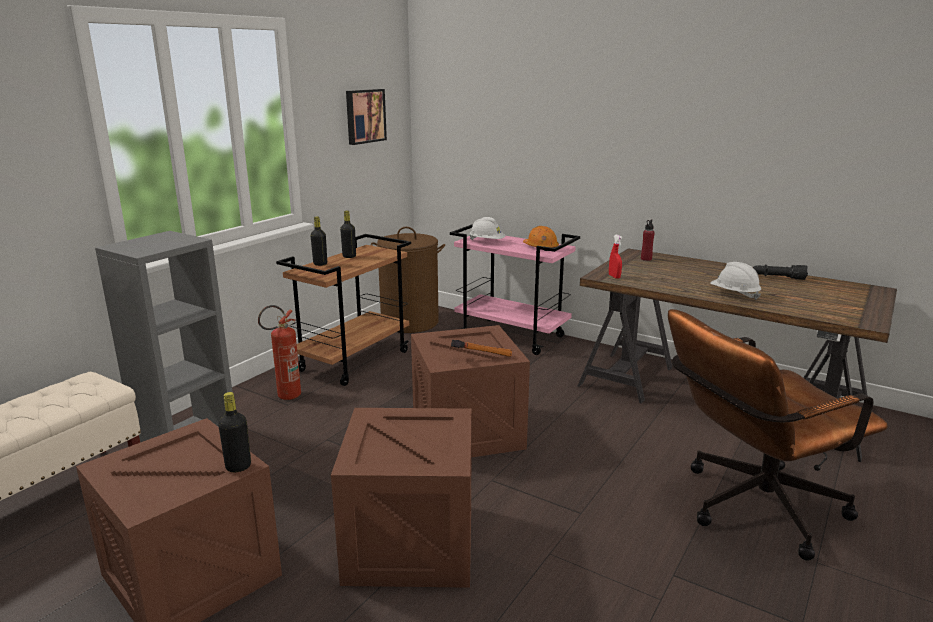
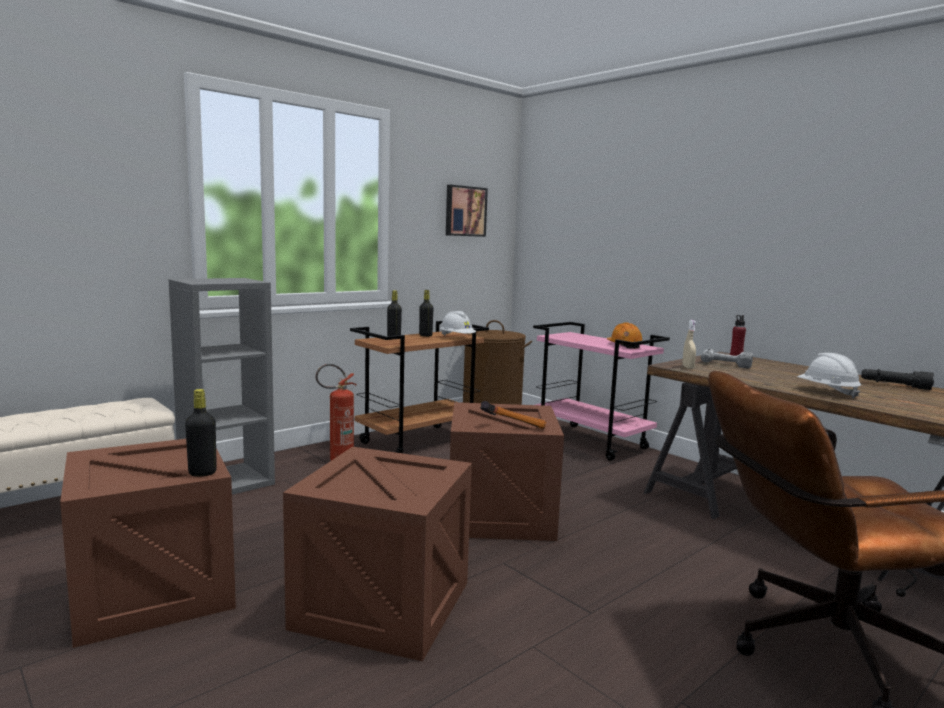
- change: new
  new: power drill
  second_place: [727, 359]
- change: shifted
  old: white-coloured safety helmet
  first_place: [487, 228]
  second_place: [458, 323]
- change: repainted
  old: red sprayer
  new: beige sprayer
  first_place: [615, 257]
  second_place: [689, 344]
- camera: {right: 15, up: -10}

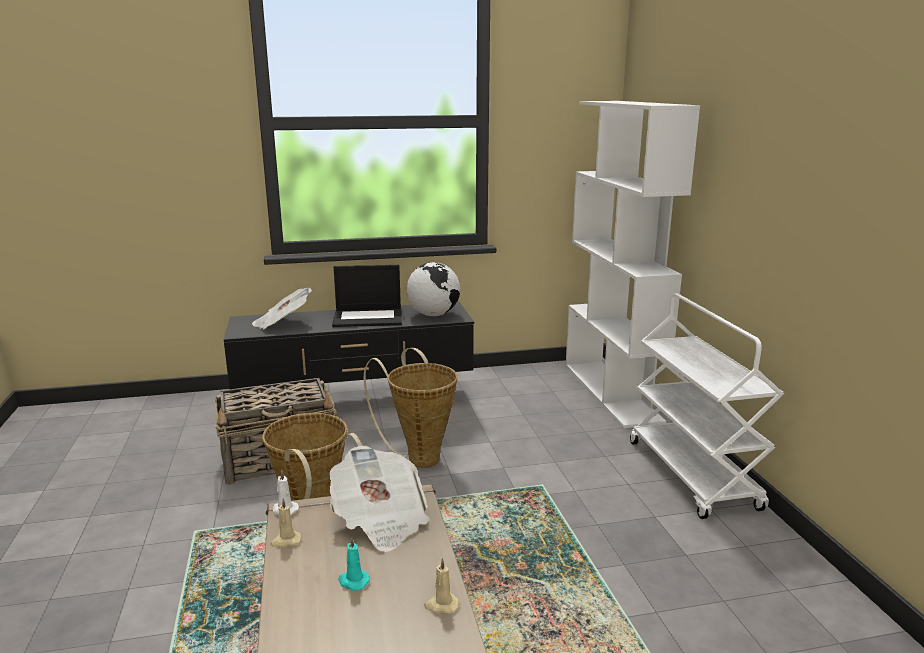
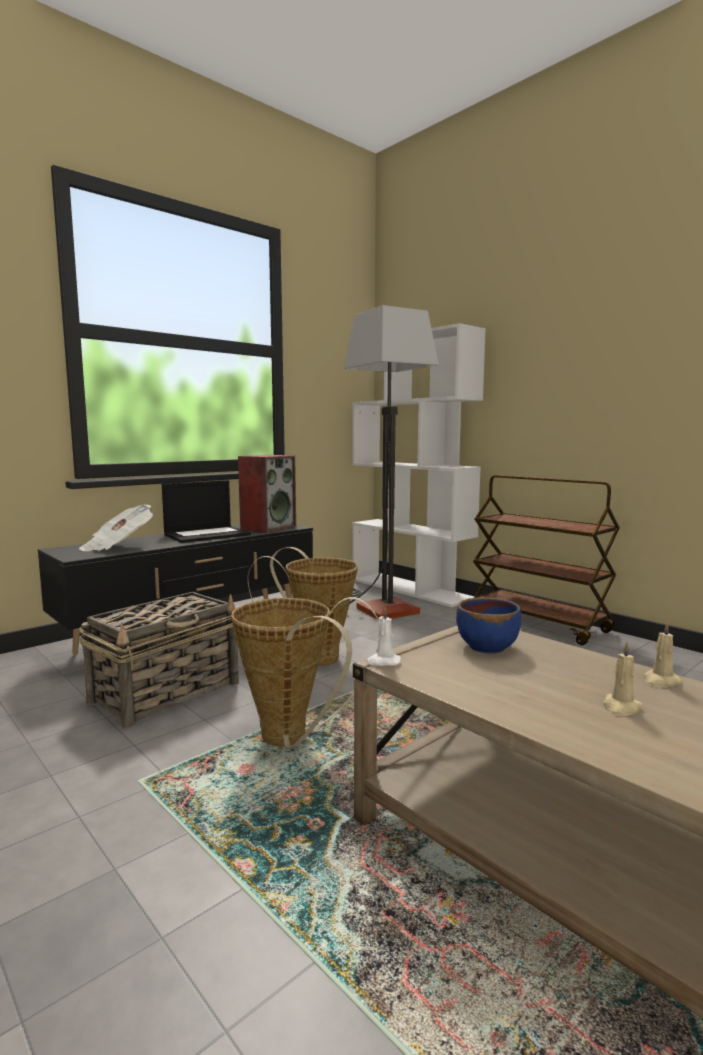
- change: gone
  old: turquoise-coloured wax light
  first_place: [354, 563]
- change: new
  new: standard lamp
  second_place: [391, 462]
- change: shifted
  old: beige wax light
  first_place: [285, 523]
  second_place: [623, 679]
- change: swapped
  old: printed paper
  new: bluish deep dish
  first_place: [379, 499]
  second_place: [488, 625]
- change: swapped
  old: desk globe
  new: loudspeaker
  first_place: [433, 289]
  second_place: [267, 494]
- change: repainted
  old: white-coloured cart
  new: brown-coloured cart
  first_place: [707, 406]
  second_place: [546, 560]
- camera: {right: -30, up: -10}

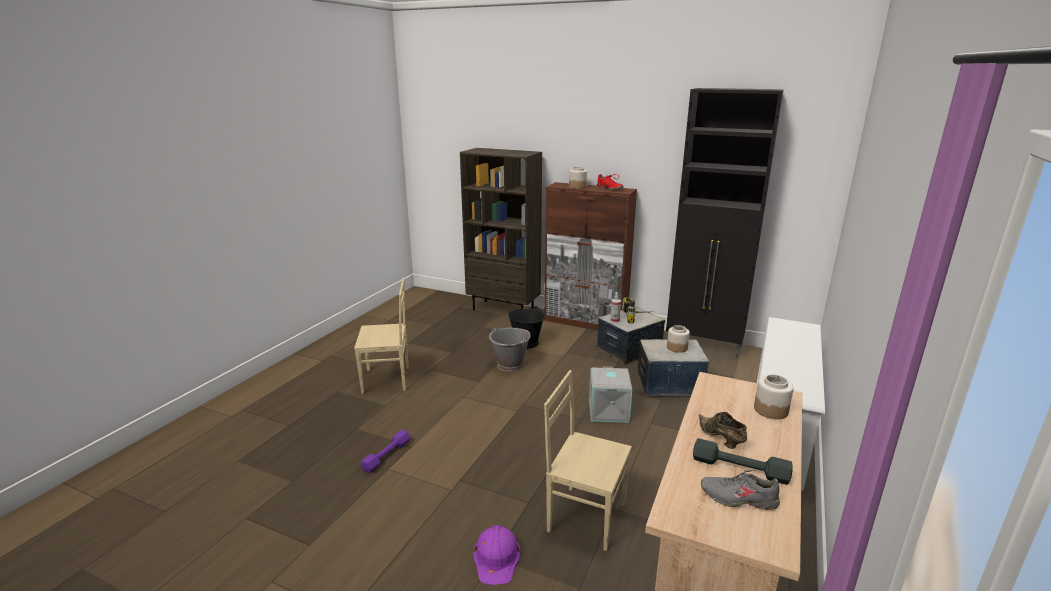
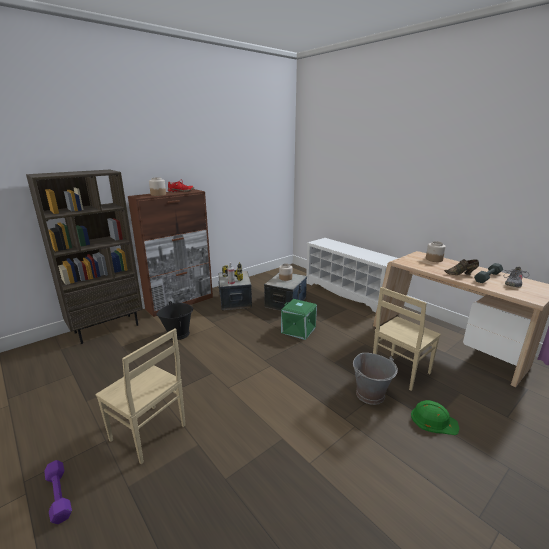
- change: gone
  old: black cabinet
  first_place: [725, 223]
- change: shifted
  old: purple free weight
  first_place: [385, 451]
  second_place: [58, 492]
- change: shifted
  old: greyish pail
  first_place: [510, 349]
  second_place: [375, 379]
- change: repainted
  old: purple safety helmet
  new: green safety helmet
  first_place: [497, 555]
  second_place: [435, 417]
- change: repainted
  old: greyish storage bin
  new: green storage bin
  first_place: [610, 394]
  second_place: [299, 319]
- change: rotated
  old: beige plain chair
  first_place: [381, 336]
  second_place: [140, 396]
  degrees: 105
- camera: {right: -65, up: 0}

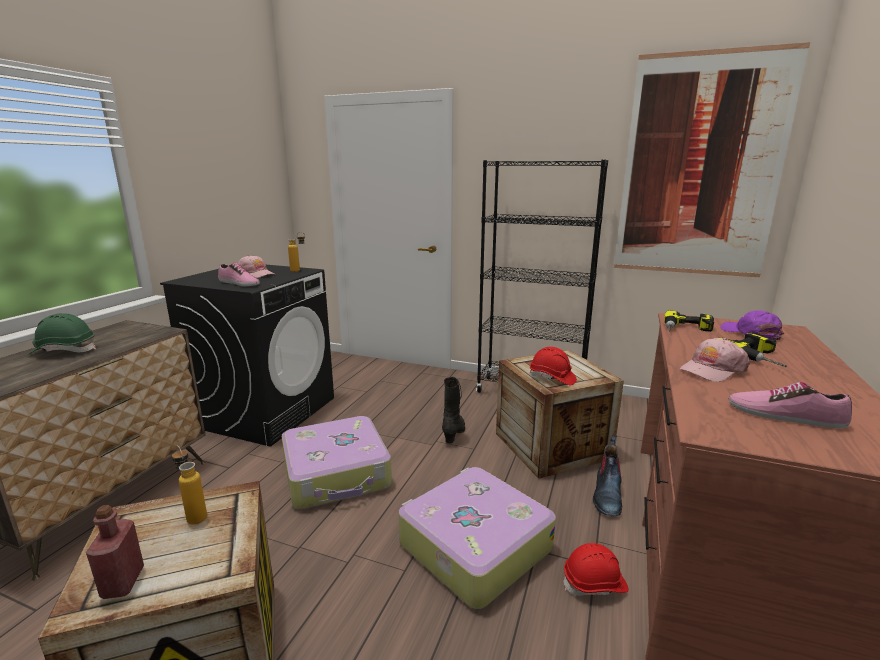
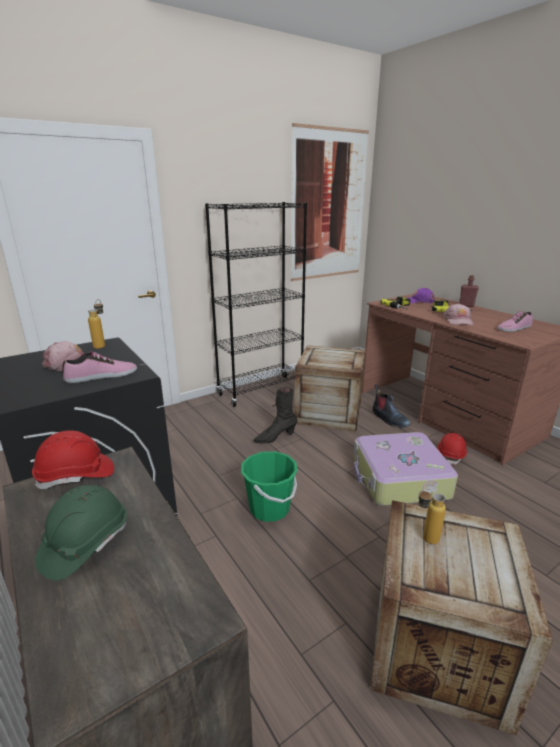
- change: shifted
  old: red beverage bottle
  first_place: [115, 552]
  second_place: [469, 291]
- change: shifted
  old: red safety helmet
  first_place: [553, 366]
  second_place: [73, 459]
- change: swapped
  old: piece of luggage
  new: green pail
  first_place: [337, 462]
  second_place: [269, 486]
- change: rotated
  old: black tall boot
  first_place: [453, 410]
  second_place: [275, 415]
  degrees: -75
- camera: {right: -55, up: 5}

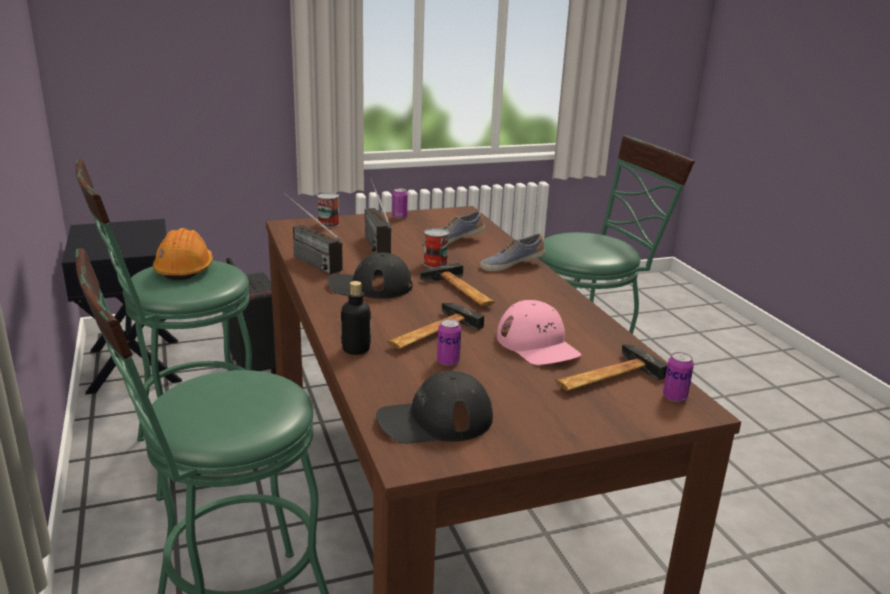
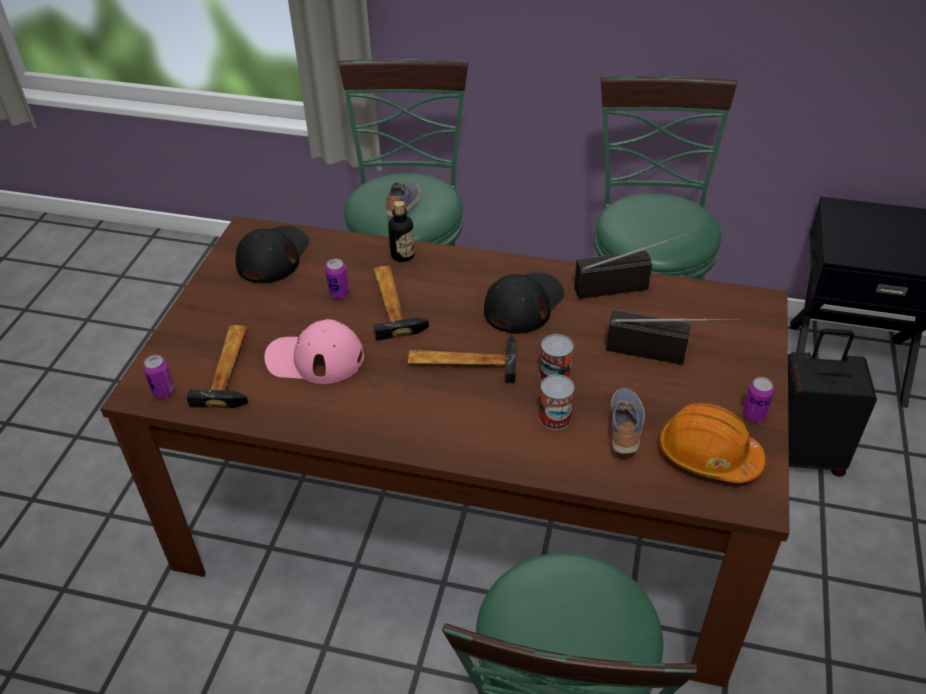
- change: shifted
  old: orange-coloured safety helmet
  first_place: [183, 254]
  second_place: [712, 443]
- change: shifted
  old: metal can
  first_place: [328, 210]
  second_place: [557, 402]
- change: shifted
  old: shoe
  first_place: [512, 252]
  second_place: [403, 198]
- camera: {right: 125, up: 20}

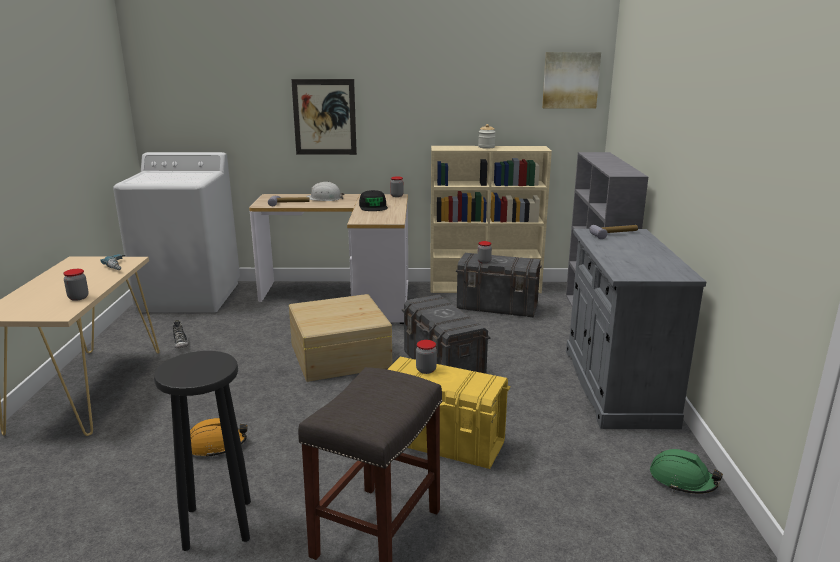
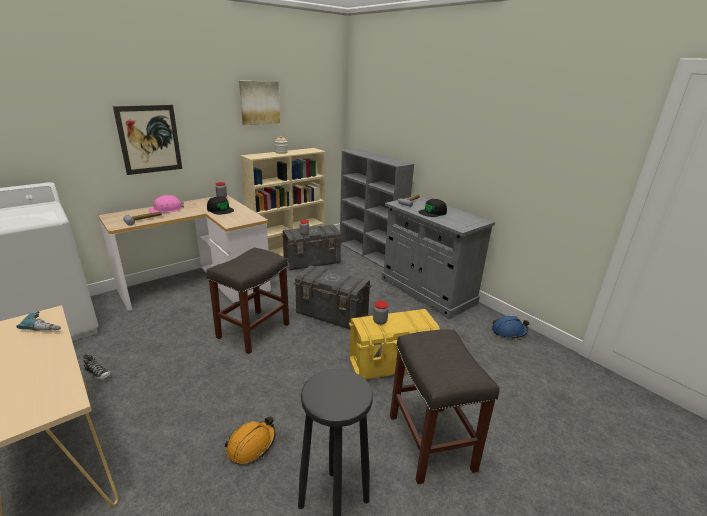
- change: gone
  old: storage jar
  first_place: [76, 285]
- change: new
  new: black baseball cap
  second_place: [432, 208]
- change: shifted
  old: wall picture
  first_place: [571, 80]
  second_place: [259, 103]
- change: swapped
  old: beige storage bin
  new: greyish sitting stool
  first_place: [340, 338]
  second_place: [247, 301]
- change: repainted
  old: white-coloured safety helmet
  new: pink-coloured safety helmet
  first_place: [325, 191]
  second_place: [166, 204]
- change: repainted
  old: green safety helmet
  new: bluish safety helmet
  first_place: [686, 471]
  second_place: [511, 327]
- camera: {right: -40, up: 5}

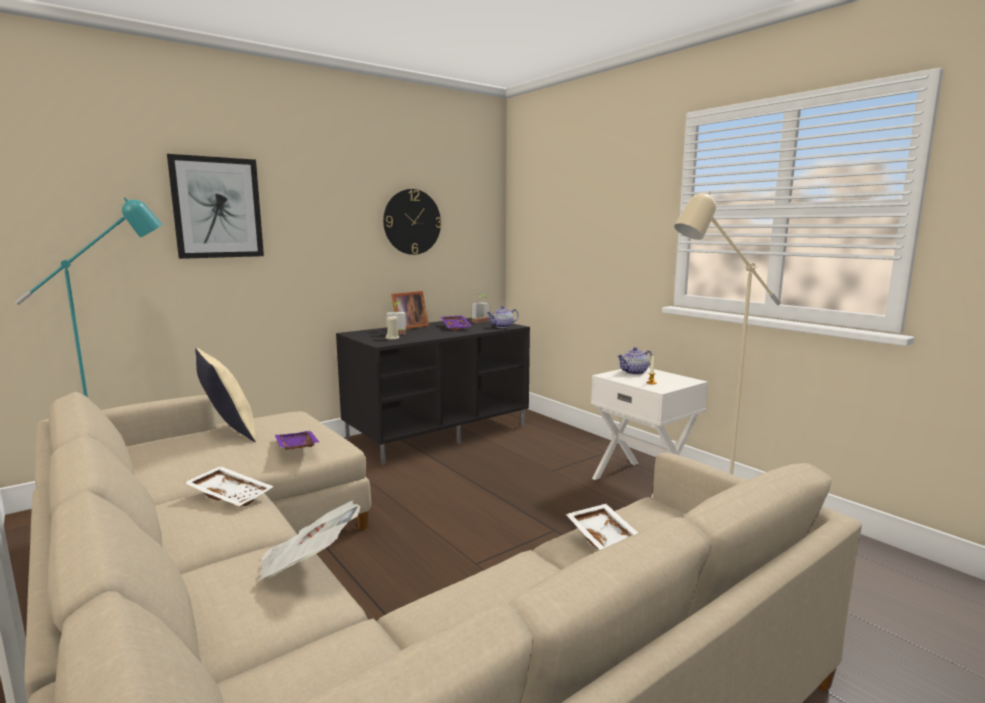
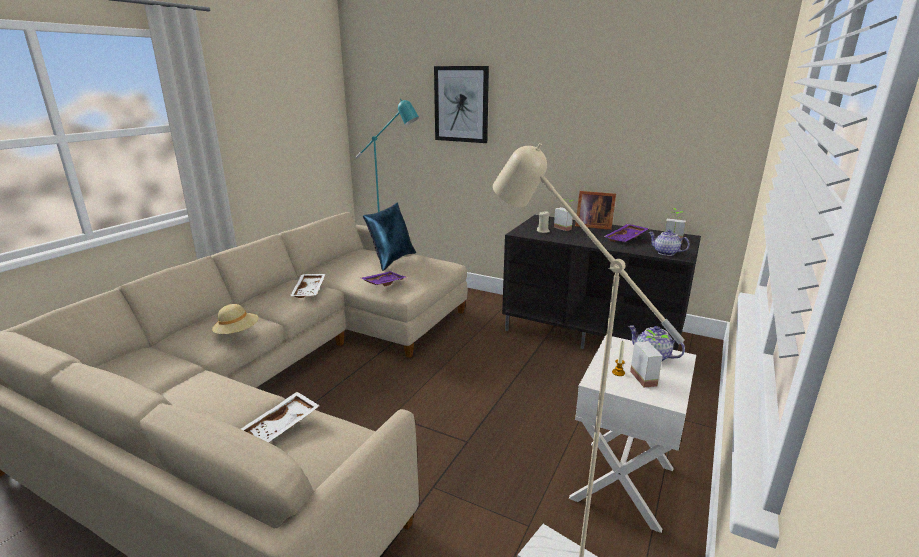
- change: gone
  old: wall clock
  first_place: [412, 222]
- change: new
  new: potted plant
  second_place: [649, 358]
- change: swapped
  old: printed paper
  new: beige wearable hat
  first_place: [308, 541]
  second_place: [235, 319]
- change: repainted
  old: beige cushion
  new: bluish cushion
  first_place: [225, 395]
  second_place: [389, 237]
- camera: {right: 65, up: 10}

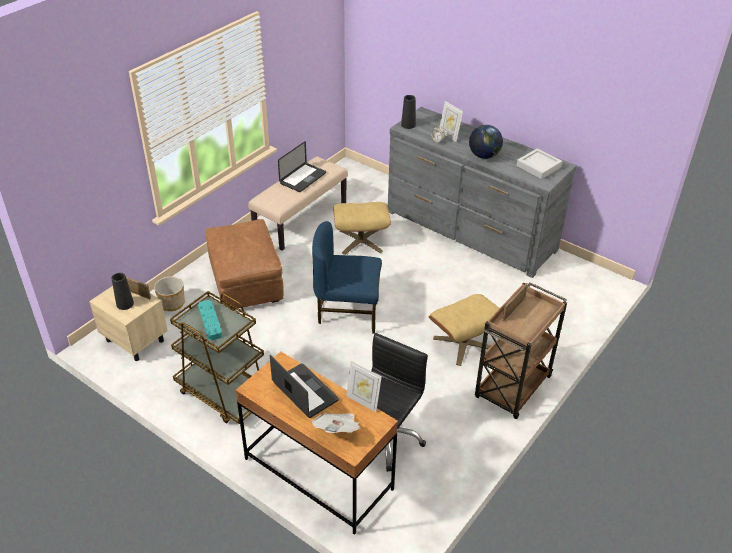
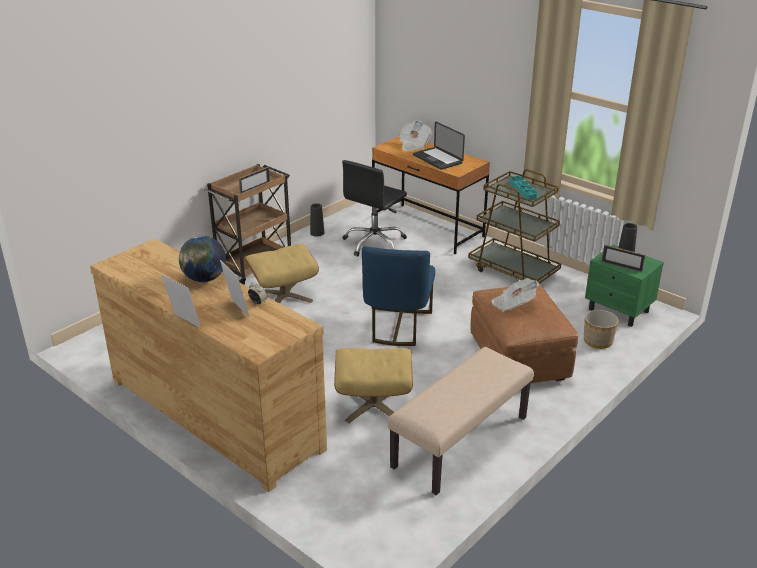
- change: gone
  old: portable computer
  first_place: [302, 166]
- change: gone
  old: greyish serving tray
  first_place: [539, 163]
- change: new
  new: printed paper
  second_place: [515, 295]
- change: shifted
  old: standing frame
  first_place: [364, 386]
  second_place: [181, 301]
- change: shifted
  old: black flower vase
  first_place: [408, 112]
  second_place: [317, 220]
- change: repainted
  old: beige night table
  new: green night table
  first_place: [128, 323]
  second_place: [624, 286]
- change: repainted
  old: greyish drawer chest
  new: brown-coloured drawer chest
  first_place: [482, 192]
  second_place: [208, 365]
- change: rotated
  old: bluish plain chair
  first_place: [347, 277]
  second_place: [398, 296]
  degrees: 90
- camera: {right: -175, up: -10}

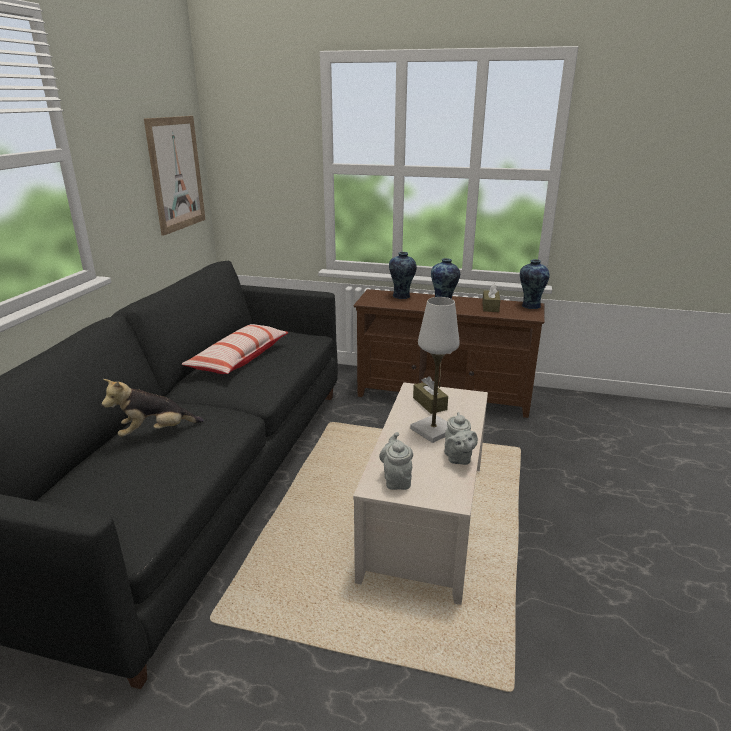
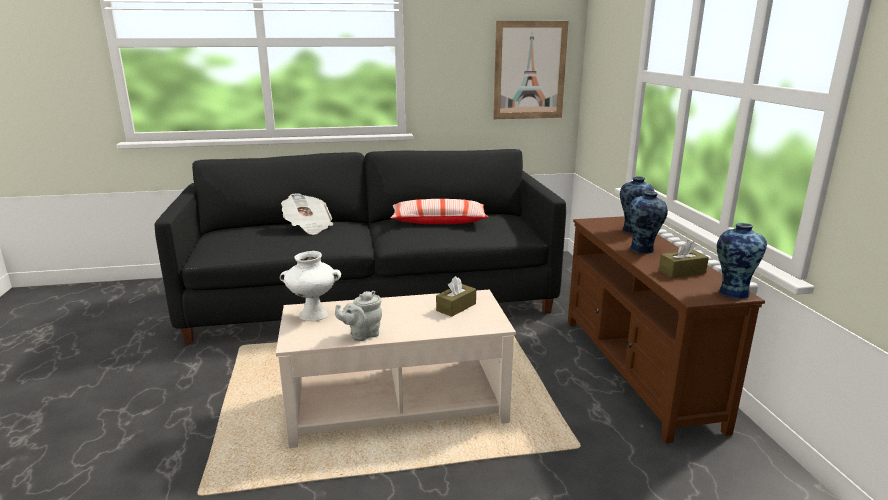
- change: gone
  old: white-coloured tabletop lamp
  first_place: [435, 370]
- change: swapped
  old: cuddly toy
  new: printed paper
  first_place: [153, 408]
  second_place: [307, 214]
- change: swapped
  old: greyish pot for tea
  new: white-coloured flower vase
  first_place: [396, 461]
  second_place: [310, 286]
- camera: {right: 65, up: -5}

